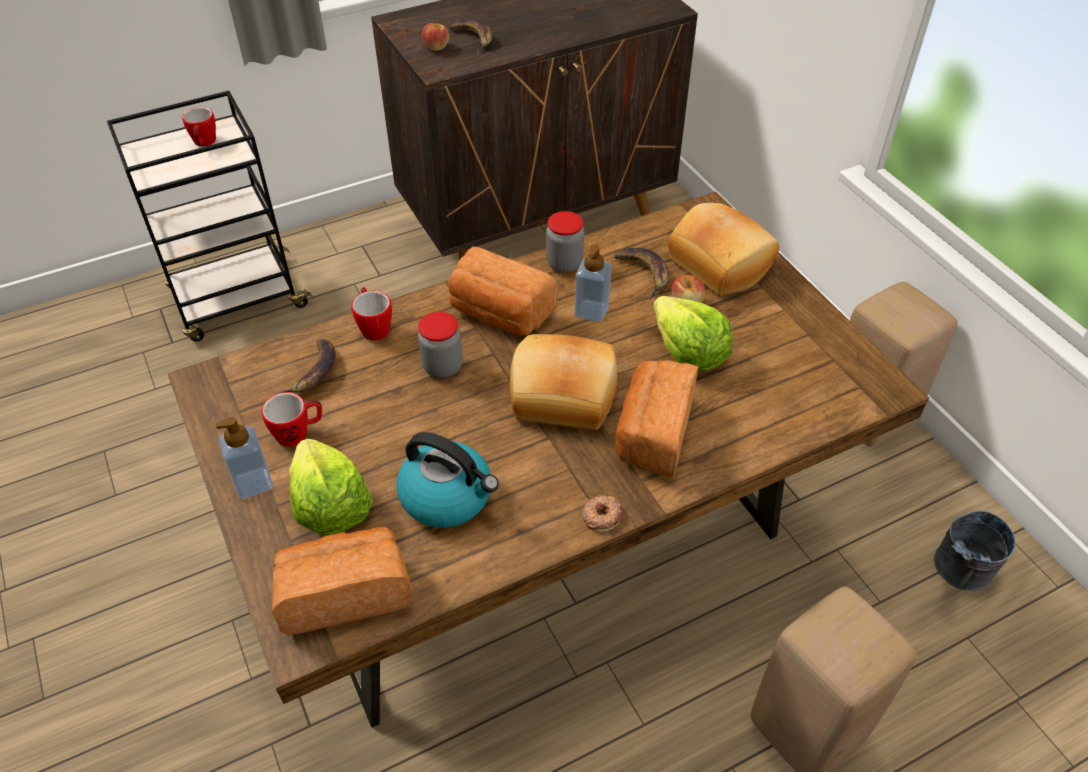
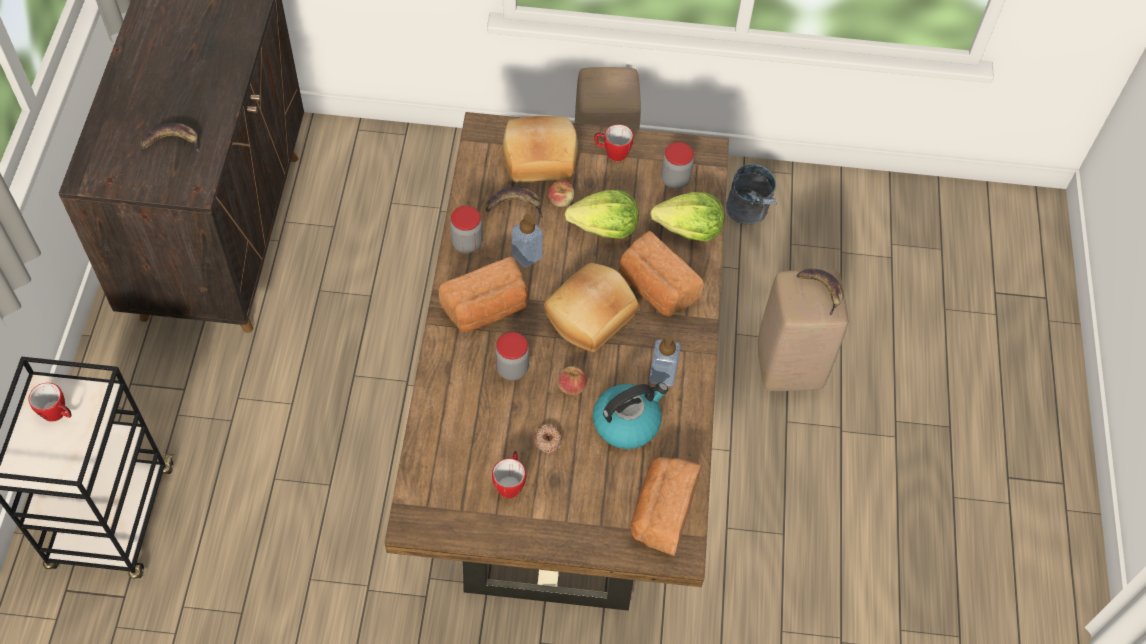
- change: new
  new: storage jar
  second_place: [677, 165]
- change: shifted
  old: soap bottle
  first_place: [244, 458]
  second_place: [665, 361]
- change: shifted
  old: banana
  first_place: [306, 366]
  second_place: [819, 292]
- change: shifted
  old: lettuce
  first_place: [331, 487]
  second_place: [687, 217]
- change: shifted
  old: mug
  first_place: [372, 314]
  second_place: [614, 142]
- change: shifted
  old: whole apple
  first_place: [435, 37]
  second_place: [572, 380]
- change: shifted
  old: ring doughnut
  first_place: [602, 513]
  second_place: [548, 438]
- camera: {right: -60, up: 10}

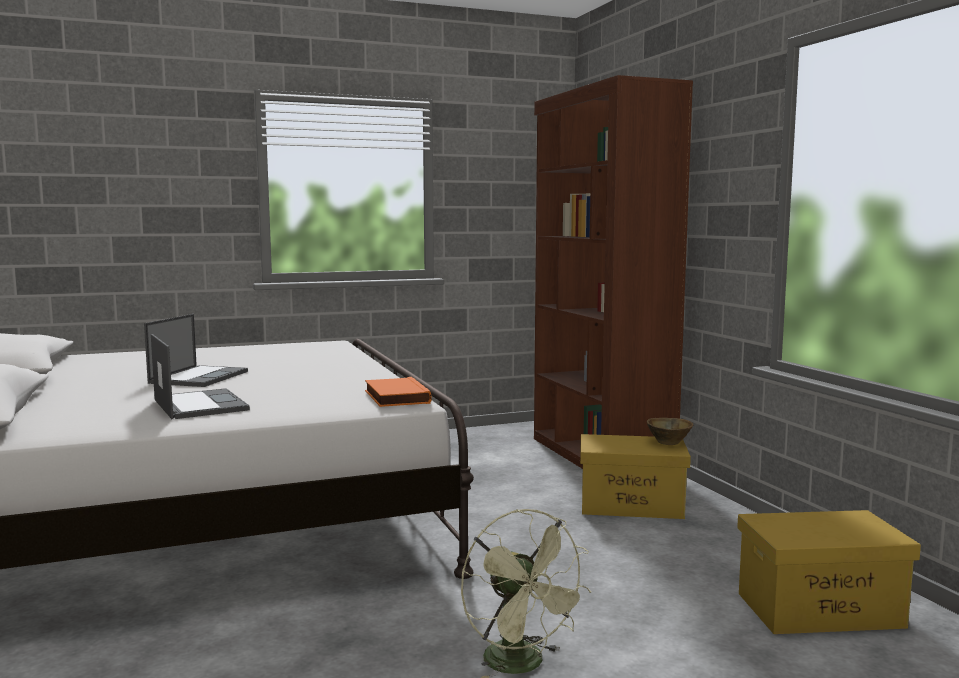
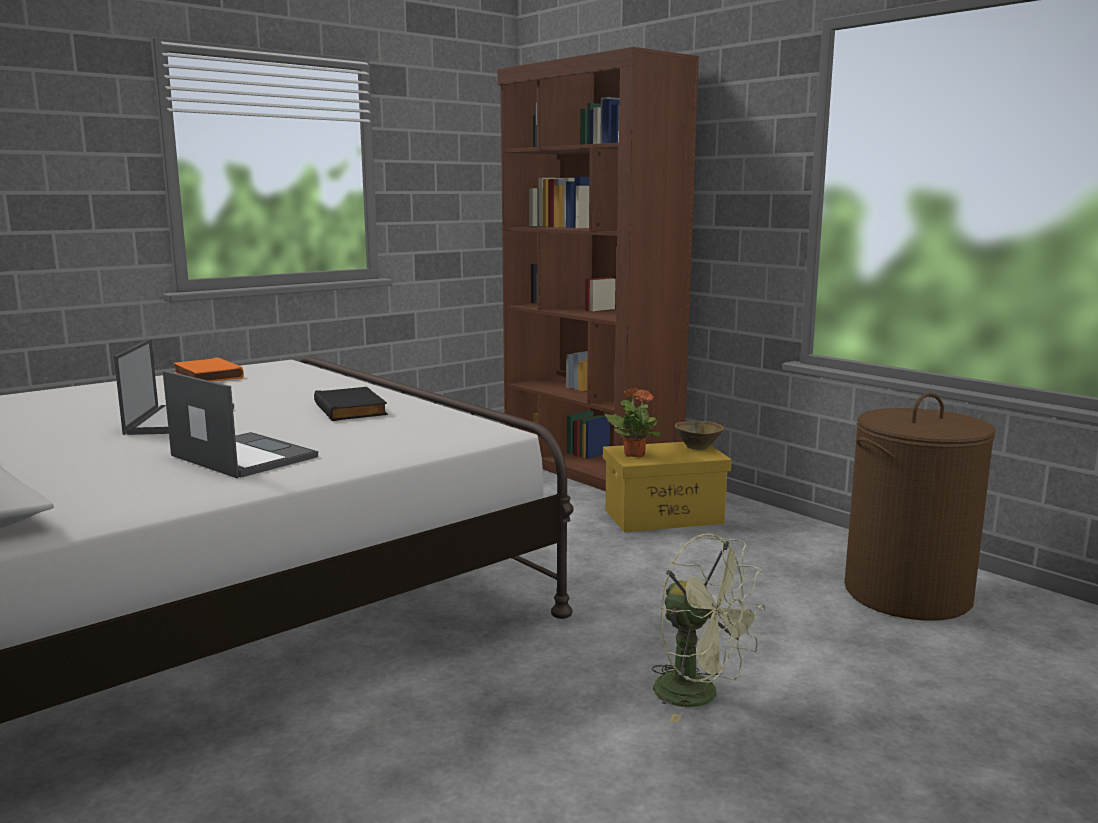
- change: new
  new: black bound book
  second_place: [351, 404]
- change: new
  new: potted plant
  second_place: [634, 422]
- change: shifted
  old: orange-coloured bound book
  first_place: [398, 392]
  second_place: [208, 369]
- change: swapped
  old: yellow storage bin
  new: brown-coloured laundry basket
  first_place: [829, 572]
  second_place: [920, 507]
- camera: {right: -20, up: 5}

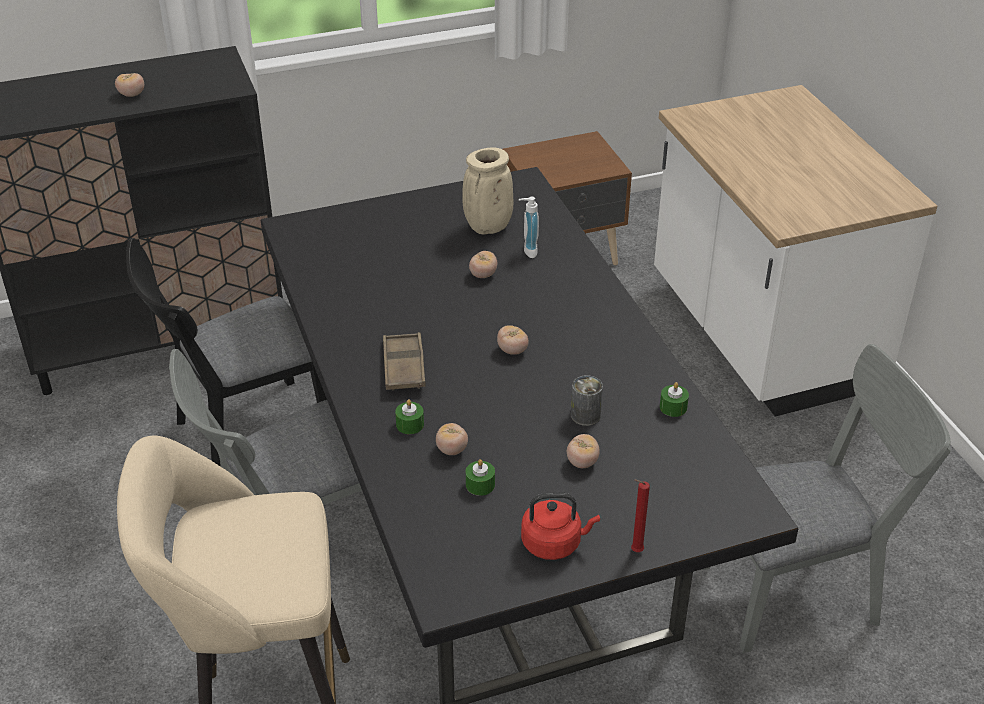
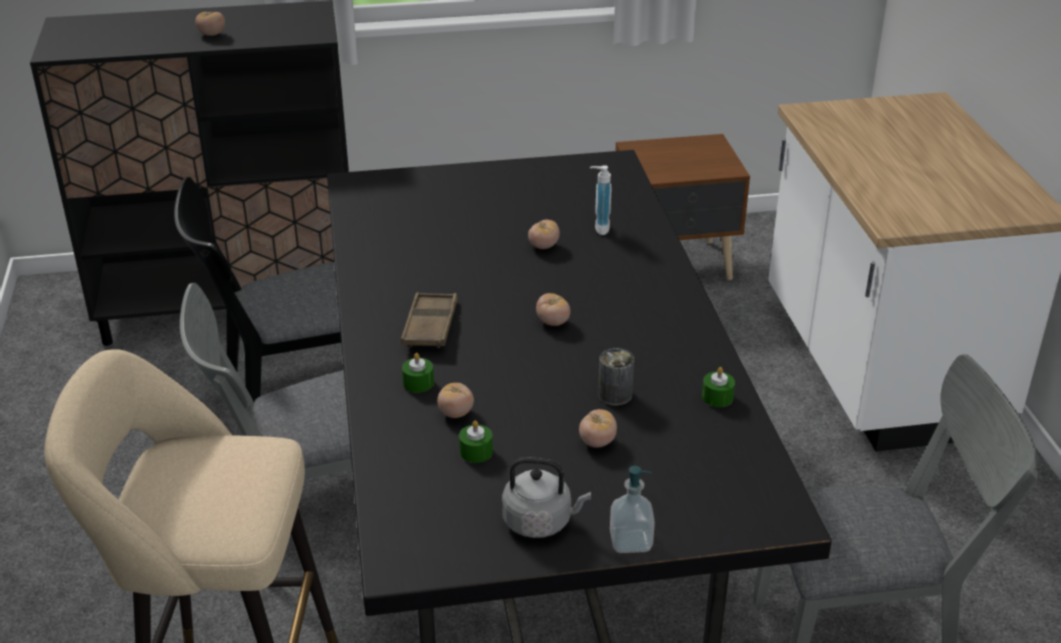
- change: gone
  old: beige flower vase
  first_place: [487, 190]
- change: swapped
  old: red wax light
  new: soap bottle
  first_place: [640, 515]
  second_place: [632, 509]
- change: repainted
  old: red tea kettle
  new: greyish tea kettle
  first_place: [560, 526]
  second_place: [546, 497]
- camera: {right: 10, up: -5}

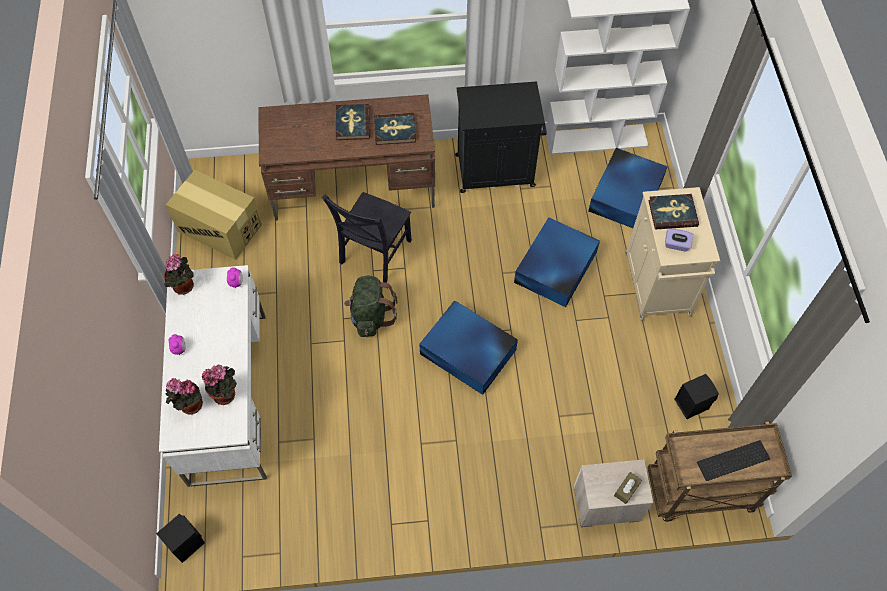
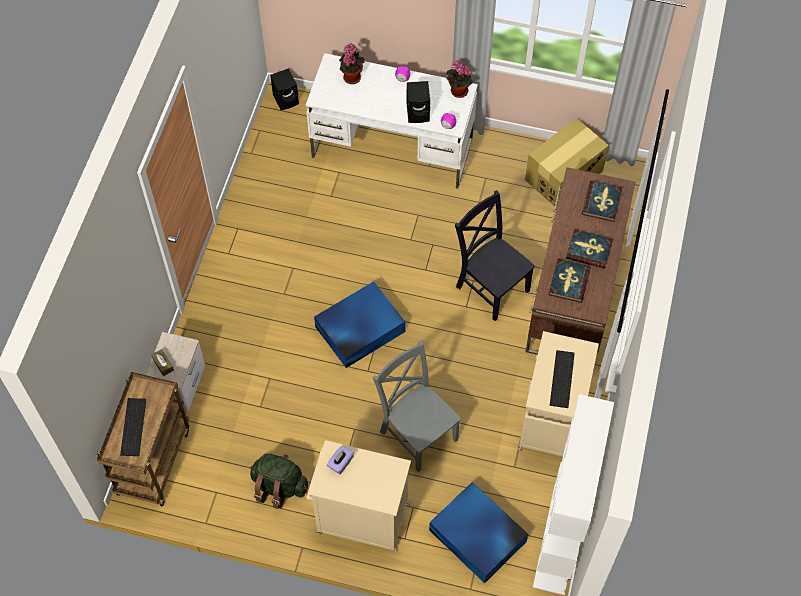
- change: gone
  old: potted plant
  first_place: [219, 384]
- change: new
  new: keyboard
  second_place: [562, 379]
- change: shifted
  old: green backpack
  first_place: [370, 306]
  second_place: [279, 481]
- change: shifted
  old: bound book
  first_place: [673, 212]
  second_place: [602, 201]
- change: shifted
  old: black loudspeaker
  first_place: [696, 396]
  second_place: [418, 102]
- change: swapped
  old: bluish storage bin
  new: greyish plain chair
  first_place: [557, 262]
  second_place: [417, 406]
- change: repainted
  old: black cabinet
  new: beige cabinet
  first_place: [501, 137]
  second_place: [559, 394]
- camera: {right: 110, up: 0}

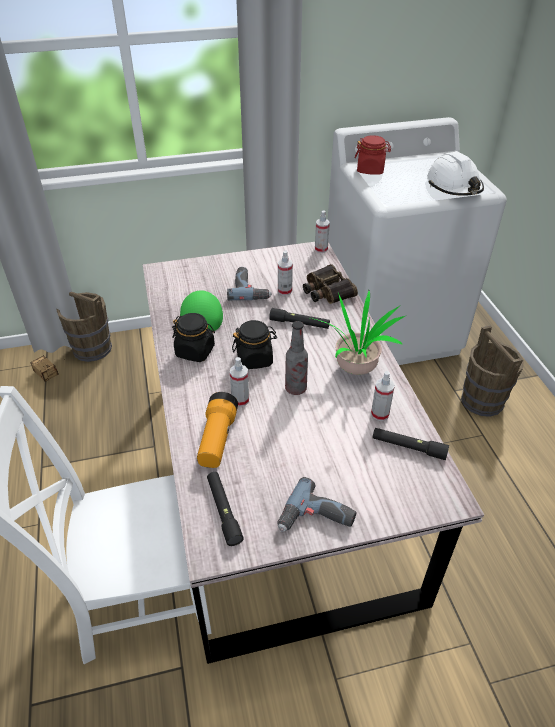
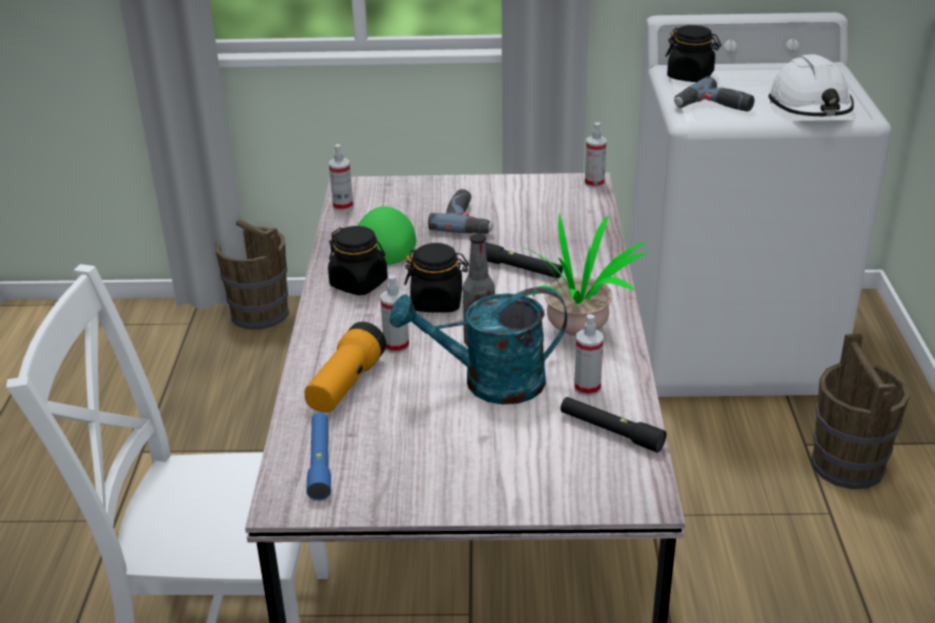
- change: gone
  old: storage bin
  first_place: [44, 368]
- change: gone
  old: binoculars
  first_place: [330, 284]
- change: new
  new: turquoise-coloured sprinkling can
  second_place: [478, 346]
- change: shifted
  old: power drill
  first_place: [317, 504]
  second_place: [714, 94]
- change: shifted
  old: sprayer
  first_place: [285, 273]
  second_place: [341, 177]
- change: repainted
  old: black hand torch
  new: bluish hand torch
  first_place: [225, 509]
  second_place: [318, 457]
- change: repainted
  old: red storage jar
  new: black storage jar
  first_place: [373, 155]
  second_place: [693, 53]
- camera: {right: 15, up: -10}

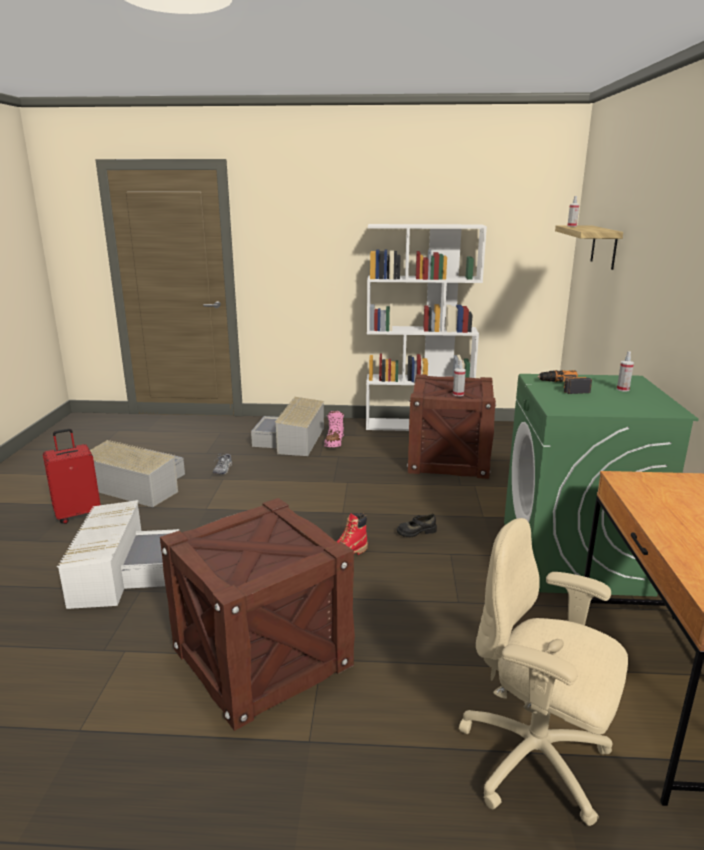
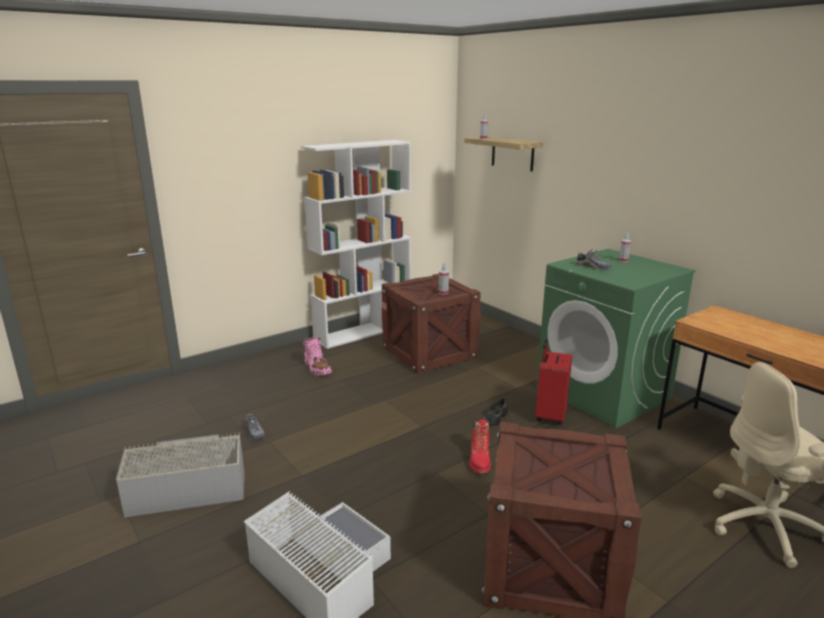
- change: gone
  old: greyish storage bin
  first_place: [287, 426]
- change: shifted
  old: red piece of luggage
  first_place: [72, 476]
  second_place: [553, 382]
- change: swapped
  old: power drill
  new: shoe
  first_place: [564, 382]
  second_place: [594, 260]
- camera: {right: -40, up: 0}

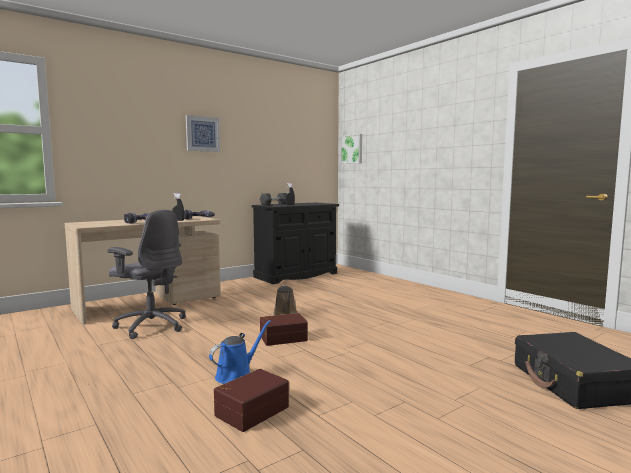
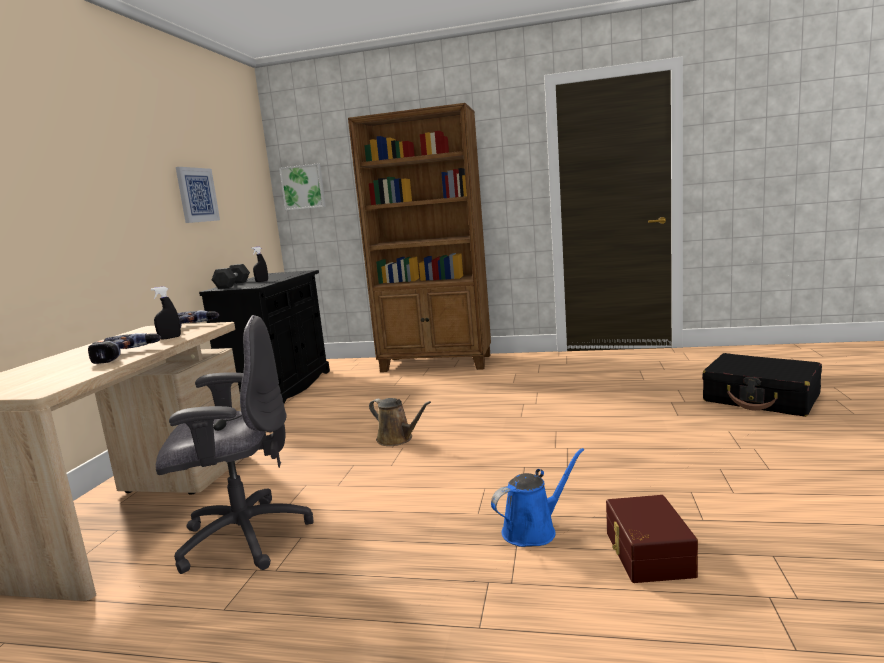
- change: gone
  old: brown-coloured storage bin
  first_place: [284, 329]
- change: new
  new: brown-coloured bookcase
  second_place: [419, 237]
- change: shifted
  old: wall picture
  first_place: [203, 133]
  second_place: [198, 195]
- change: rotated
  old: bluish sprinkling can
  first_place: [240, 352]
  second_place: [537, 497]
  degrees: 60
- camera: {right: -40, up: 5}

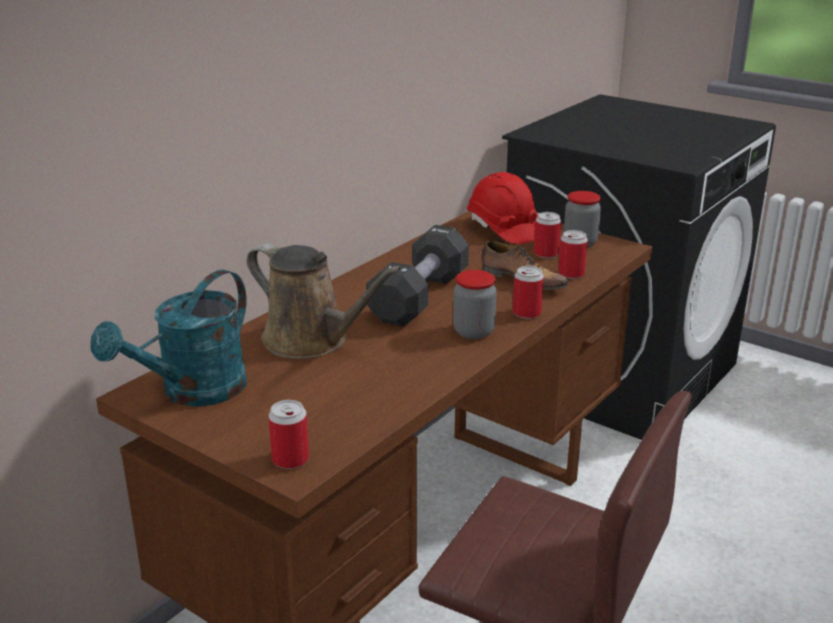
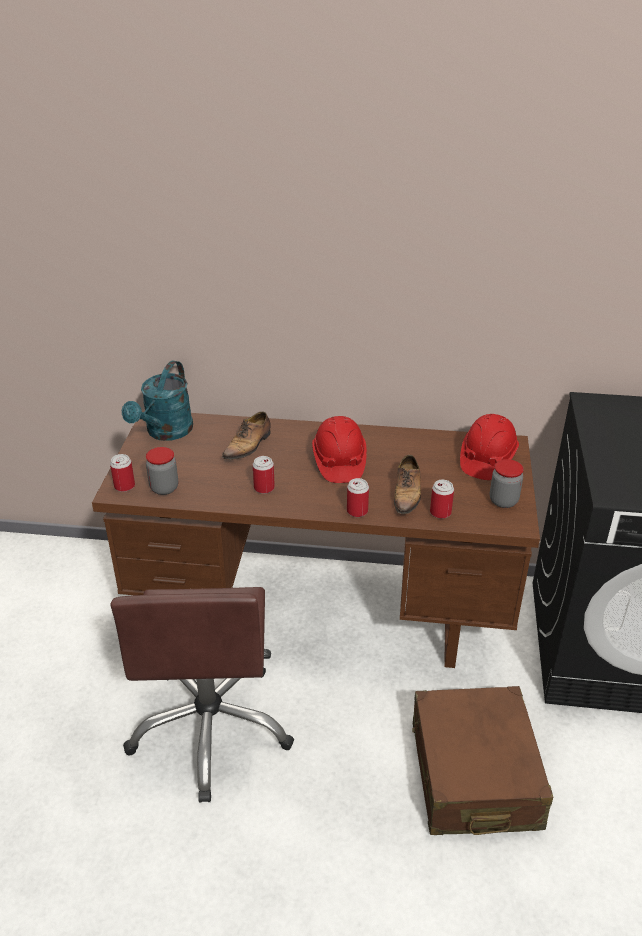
- change: new
  new: brown-coloured piece of luggage
  second_place: [482, 760]
- change: shifted
  old: storage jar
  first_place: [475, 304]
  second_place: [162, 471]
- change: shifted
  old: metal can
  first_place: [547, 235]
  second_place: [264, 475]
- change: swapped
  old: brown-coloured sprinkling can
  new: shoe
  first_place: [324, 301]
  second_place: [246, 435]
- change: swapped
  old: black free weight
  new: red safety helmet
  first_place: [417, 276]
  second_place: [339, 449]
- change: rotated
  old: turquoise-coloured sprinkling can
  first_place: [169, 338]
  second_place: [157, 400]
  degrees: -75
- camera: {right: 60, up: 10}

